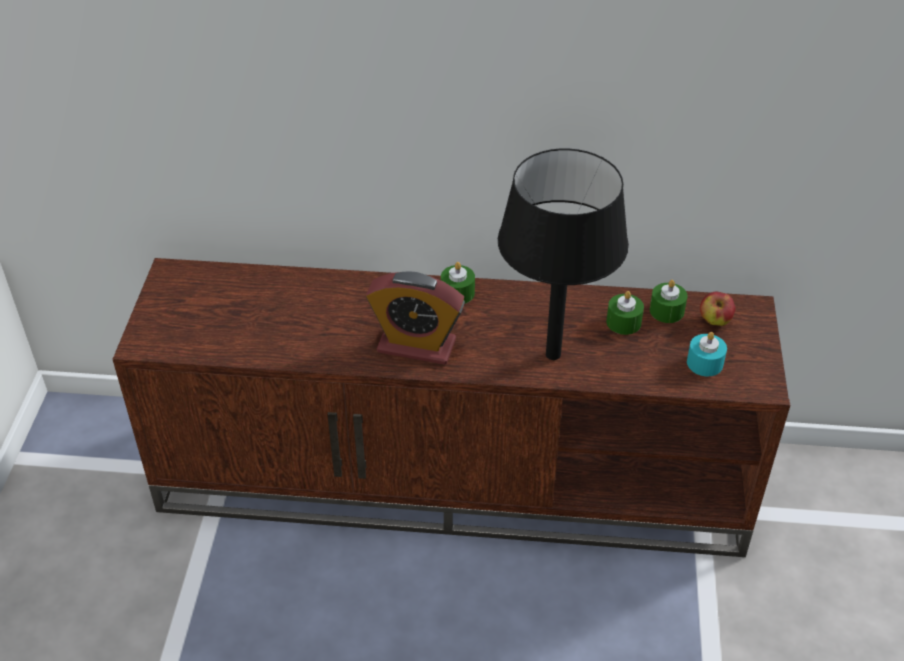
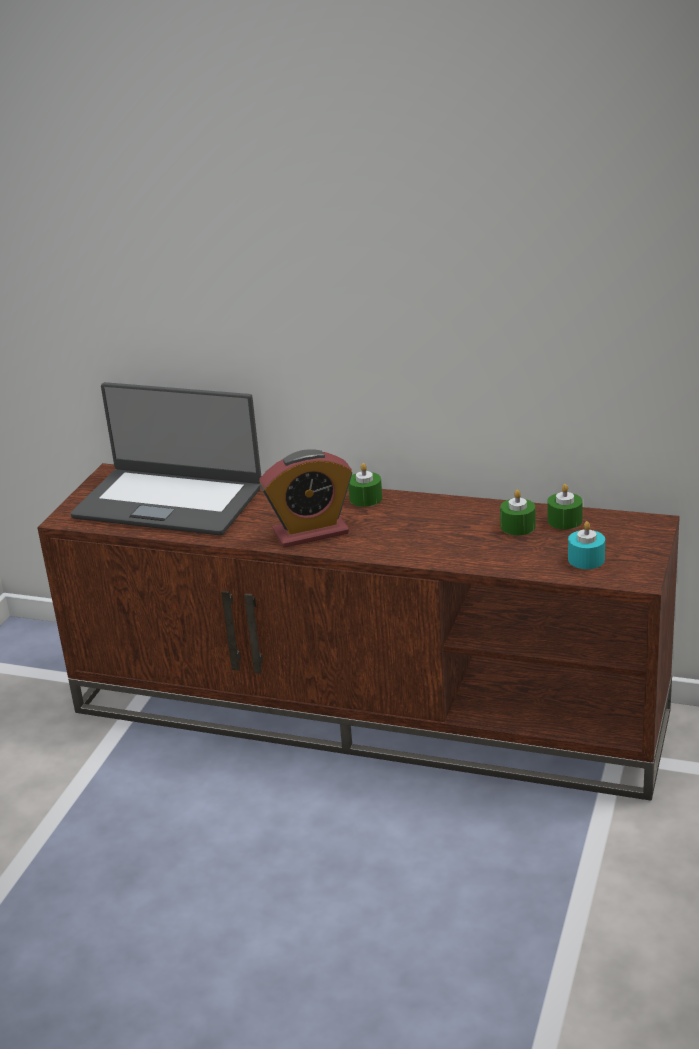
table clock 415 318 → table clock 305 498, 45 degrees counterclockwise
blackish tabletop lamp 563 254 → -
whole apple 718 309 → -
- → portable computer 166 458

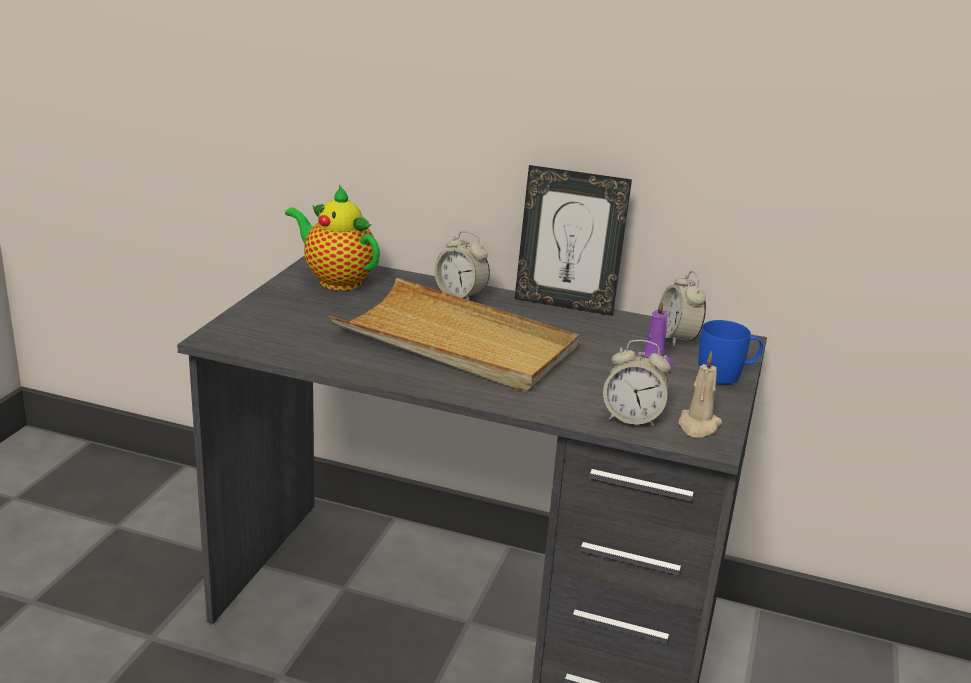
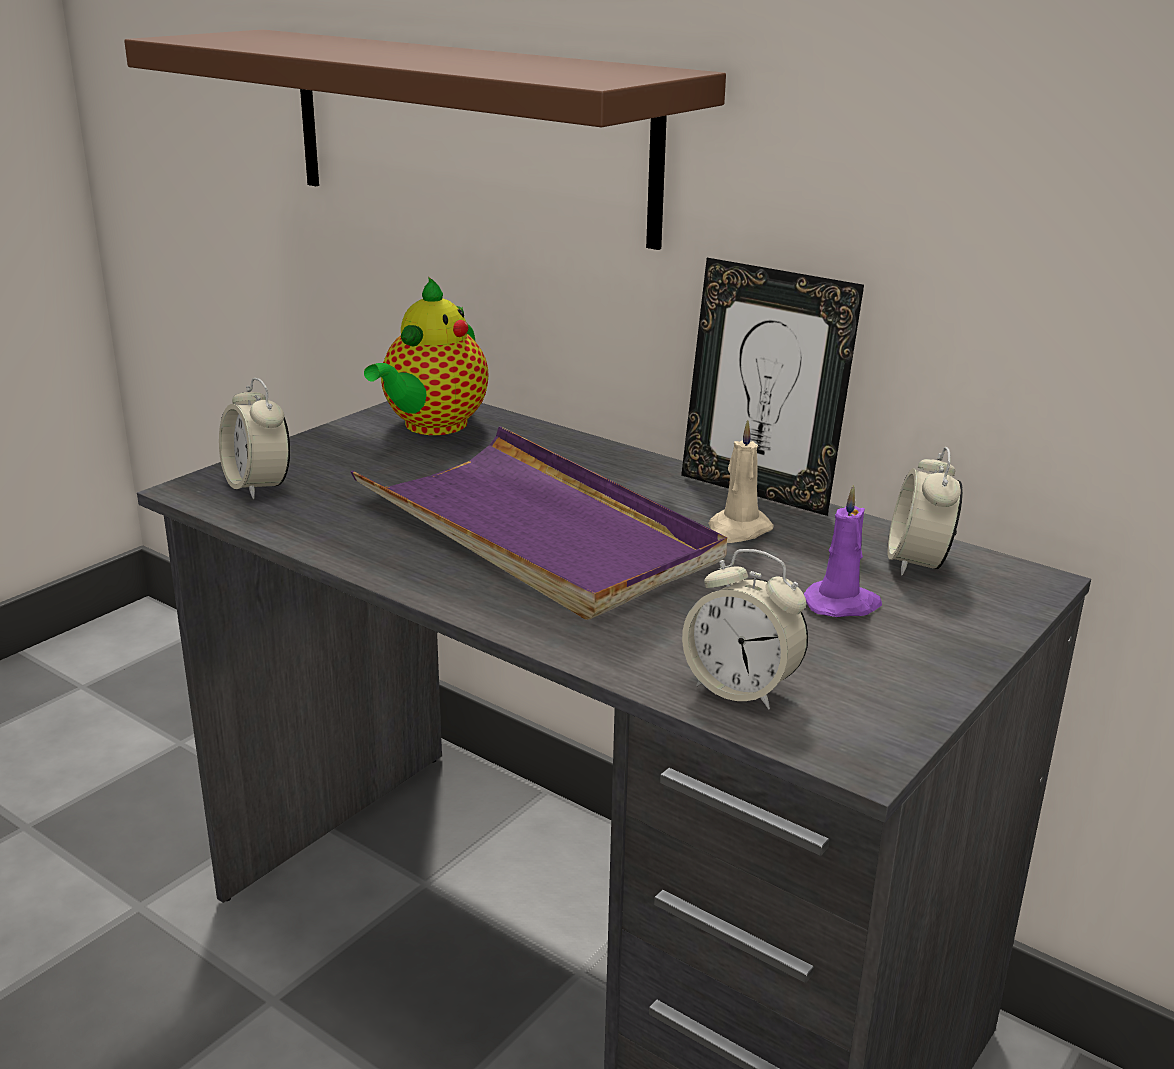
pot for tea 332 238 → pot for tea 426 356, 120 degrees counterclockwise
beige-coloured tray 453 334 → purplish tray 538 523
table clock 462 265 → table clock 254 438, move
beige-coloured wax light 700 394 → beige-coloured wax light 741 481, move
blue mug 730 352 → -
- → brown-coloured shelf 425 139

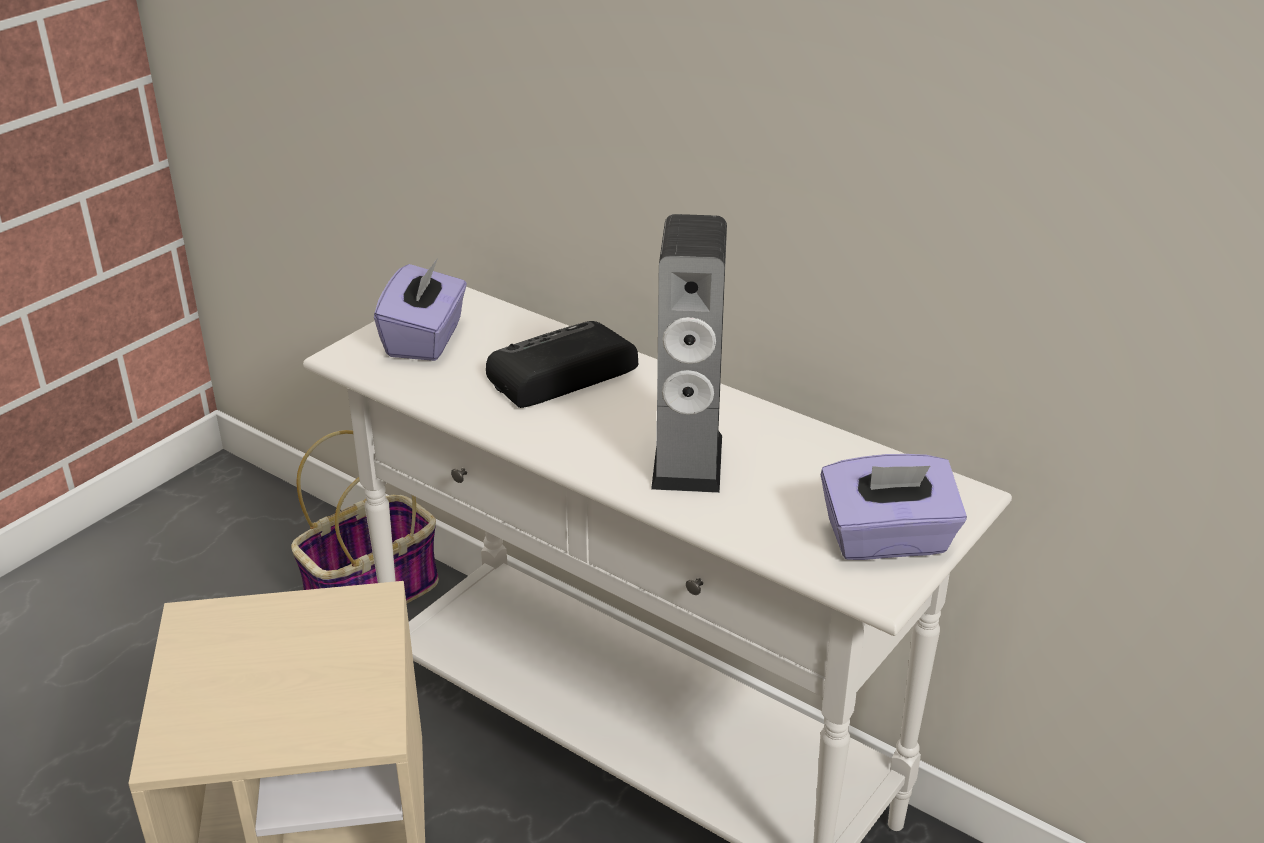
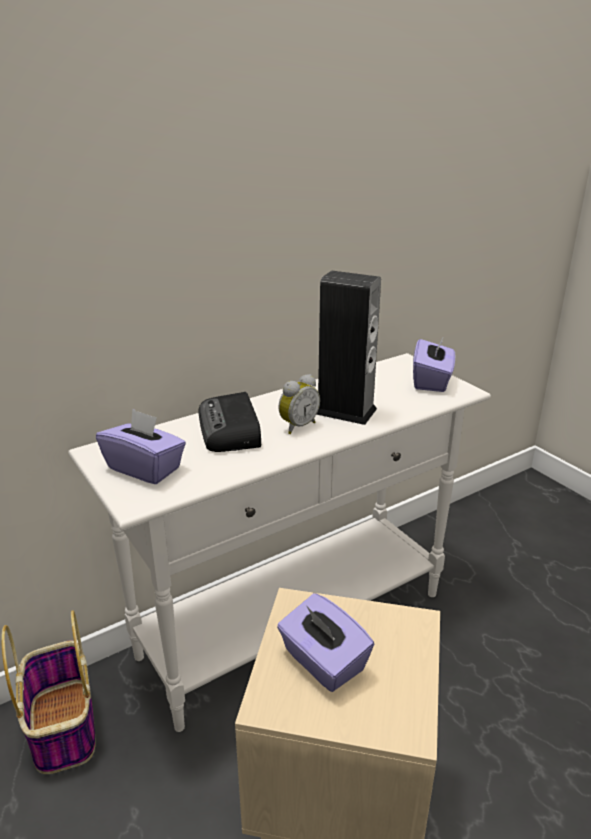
- → purplish tissue box 325 642
- → table clock 299 404

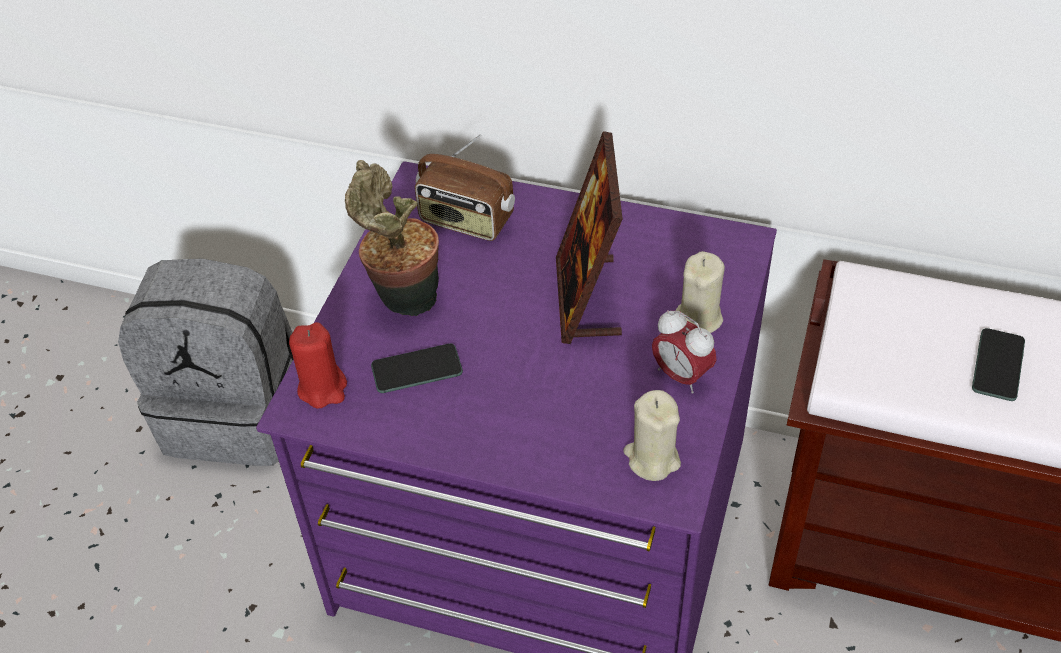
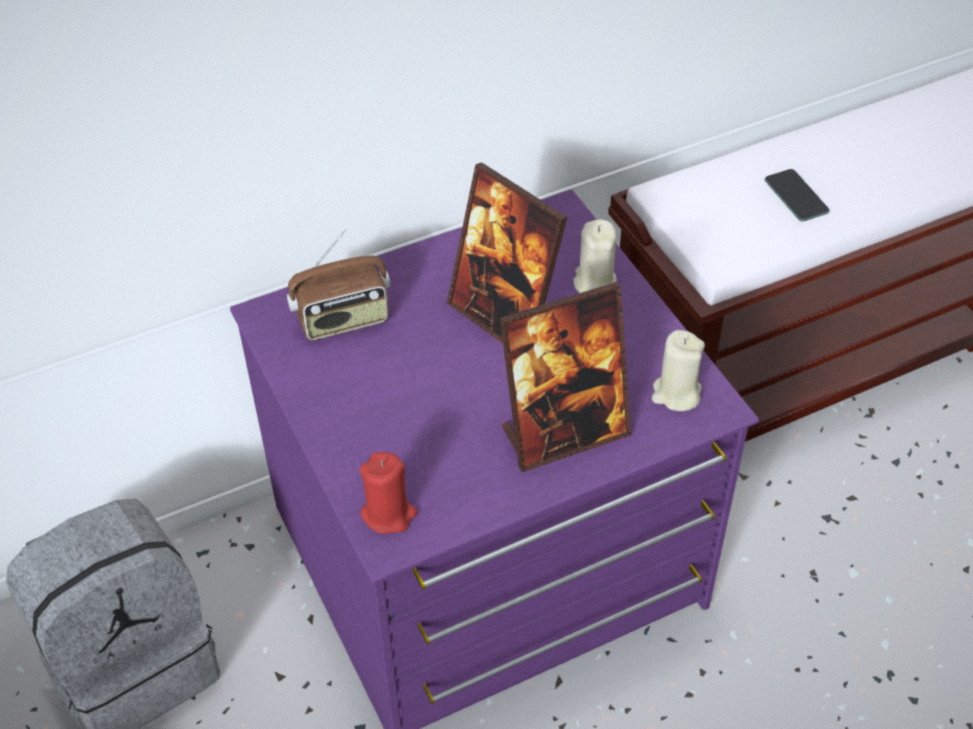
potted plant 392 238 → -
phone 417 368 → -
table clock 684 352 → -
- → picture frame 565 377

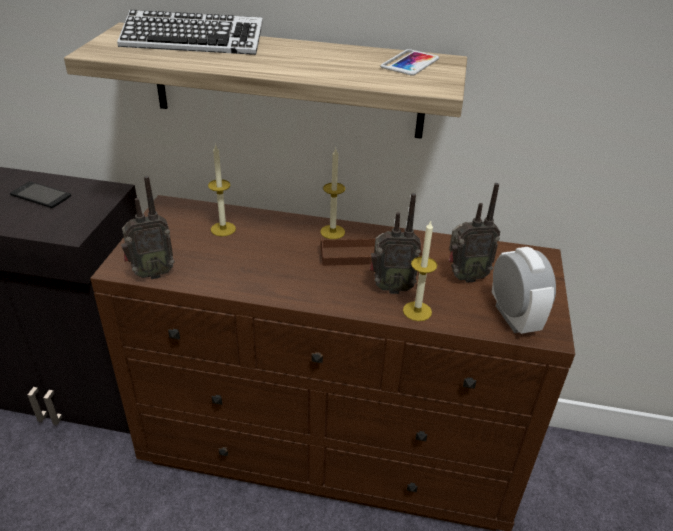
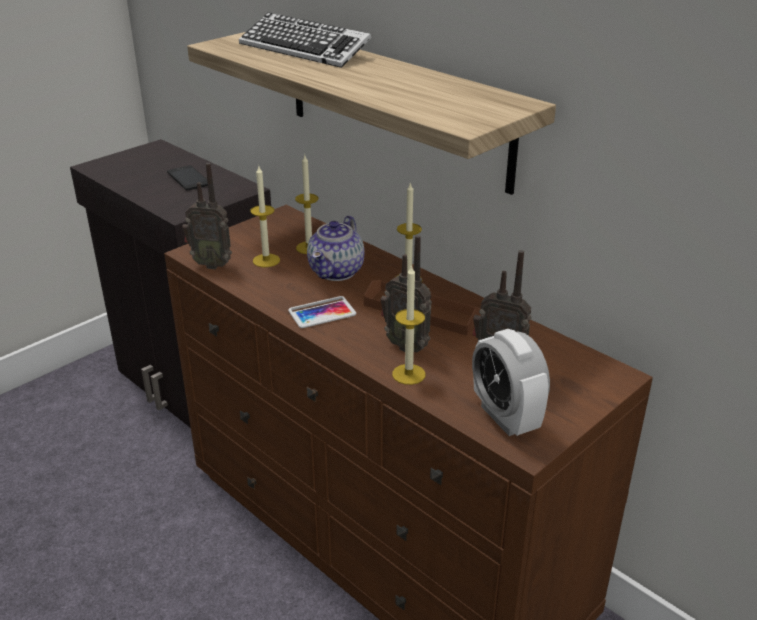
phone 409 62 → phone 322 312, move
table clock 524 290 → table clock 511 382, 135 degrees clockwise
- → wax light 265 216
- → pot for tea 335 248

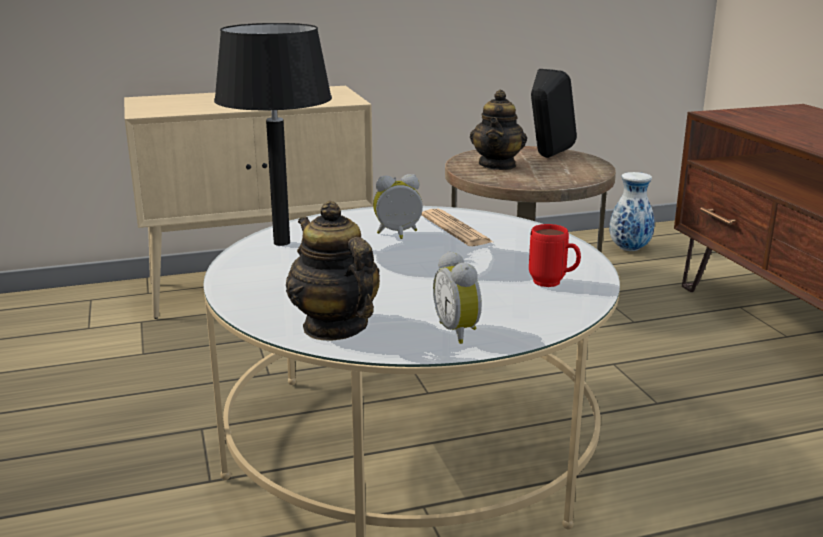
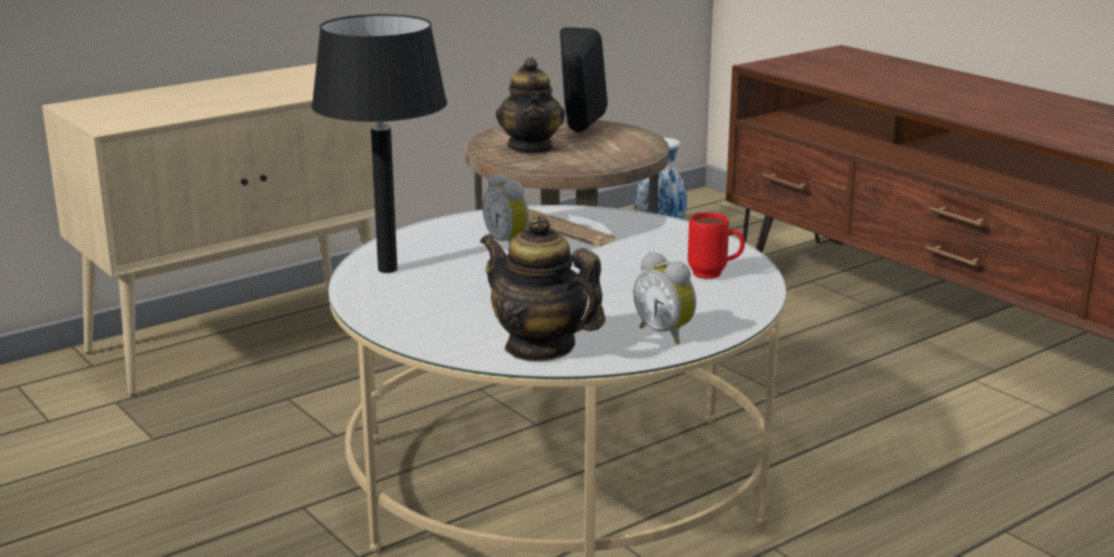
table clock 398 206 → table clock 505 209, 90 degrees counterclockwise

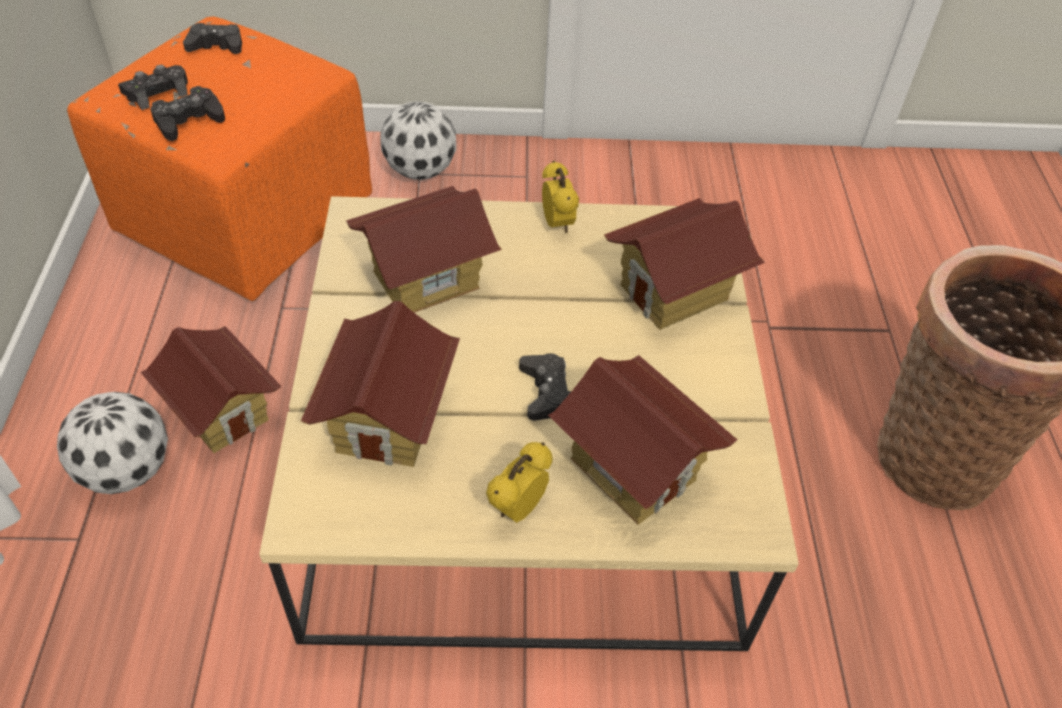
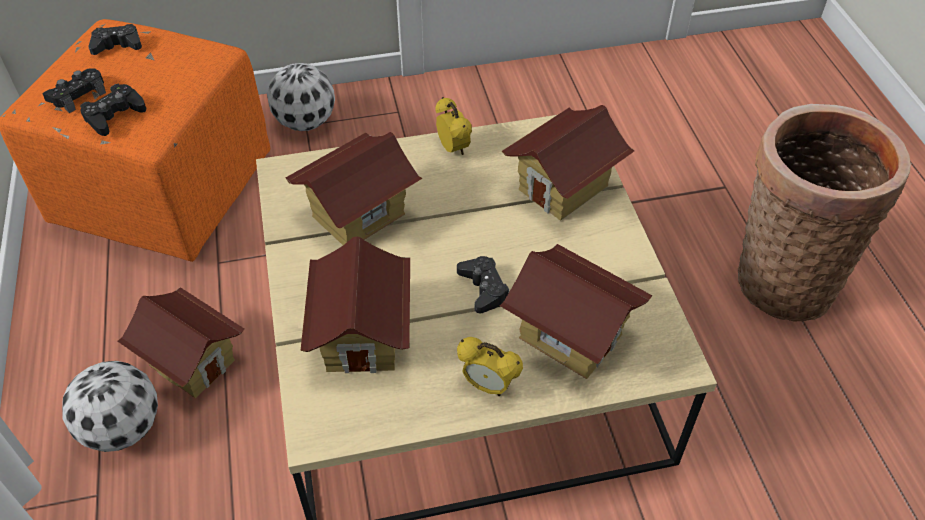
table clock 519 482 → table clock 490 366, 90 degrees counterclockwise

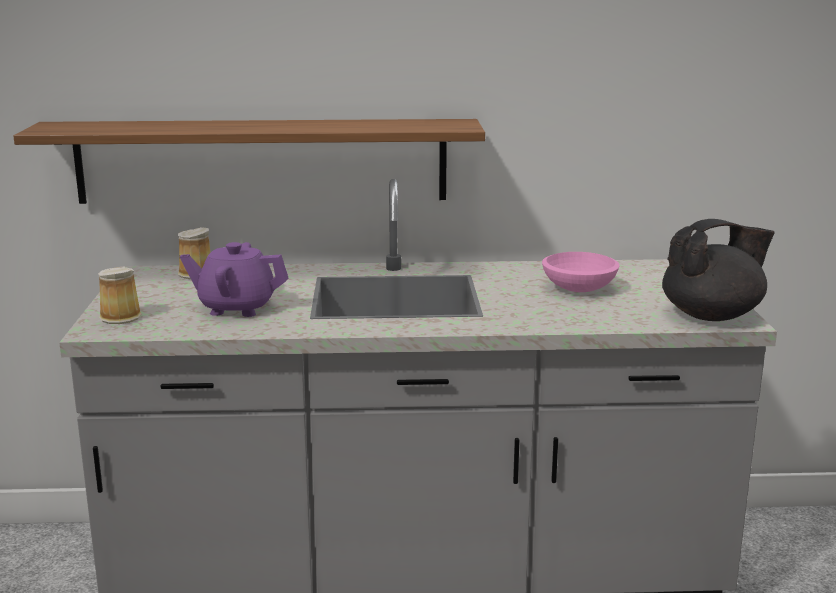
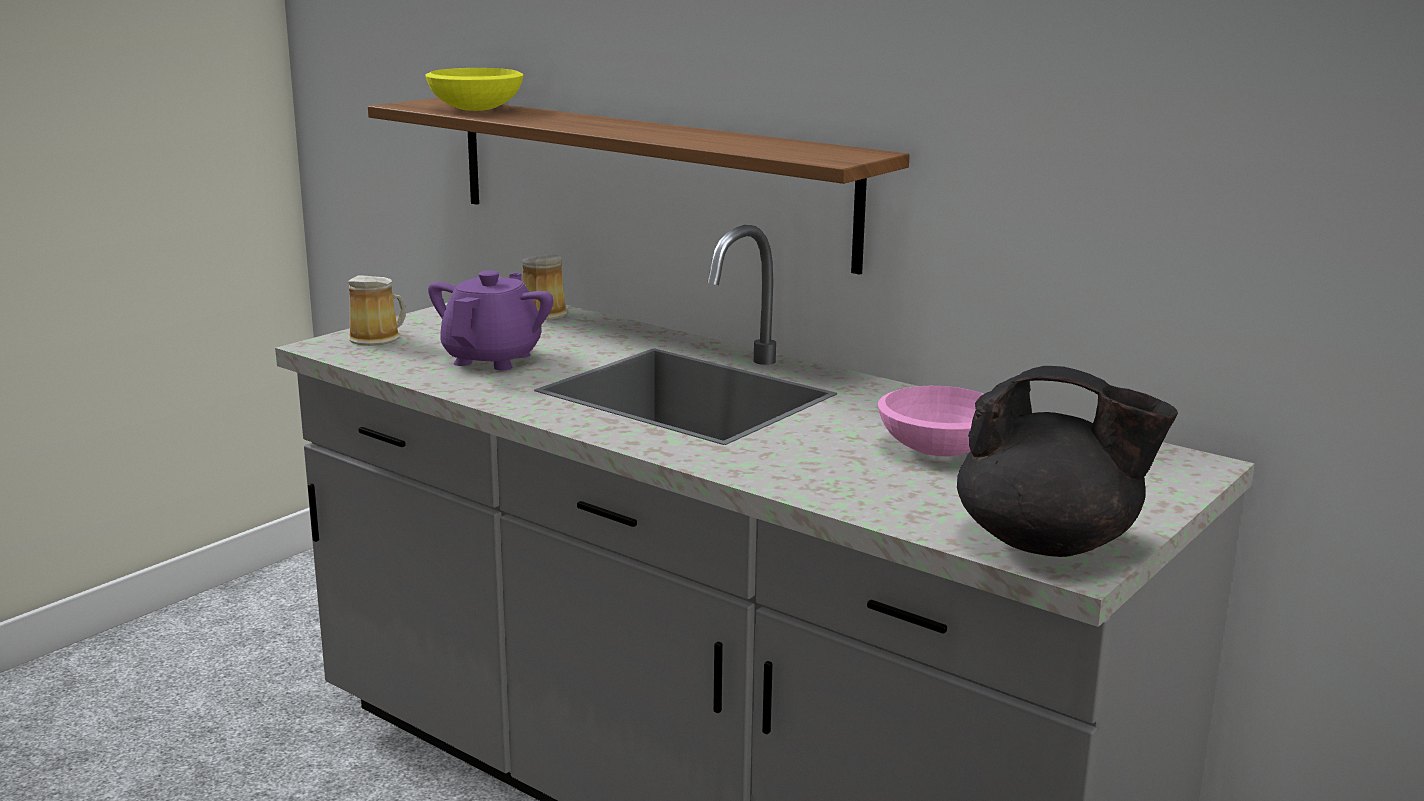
purplish pot for tea 234 279 → purplish pot for tea 491 320, 60 degrees clockwise
- → yellow serving bowl 474 89

